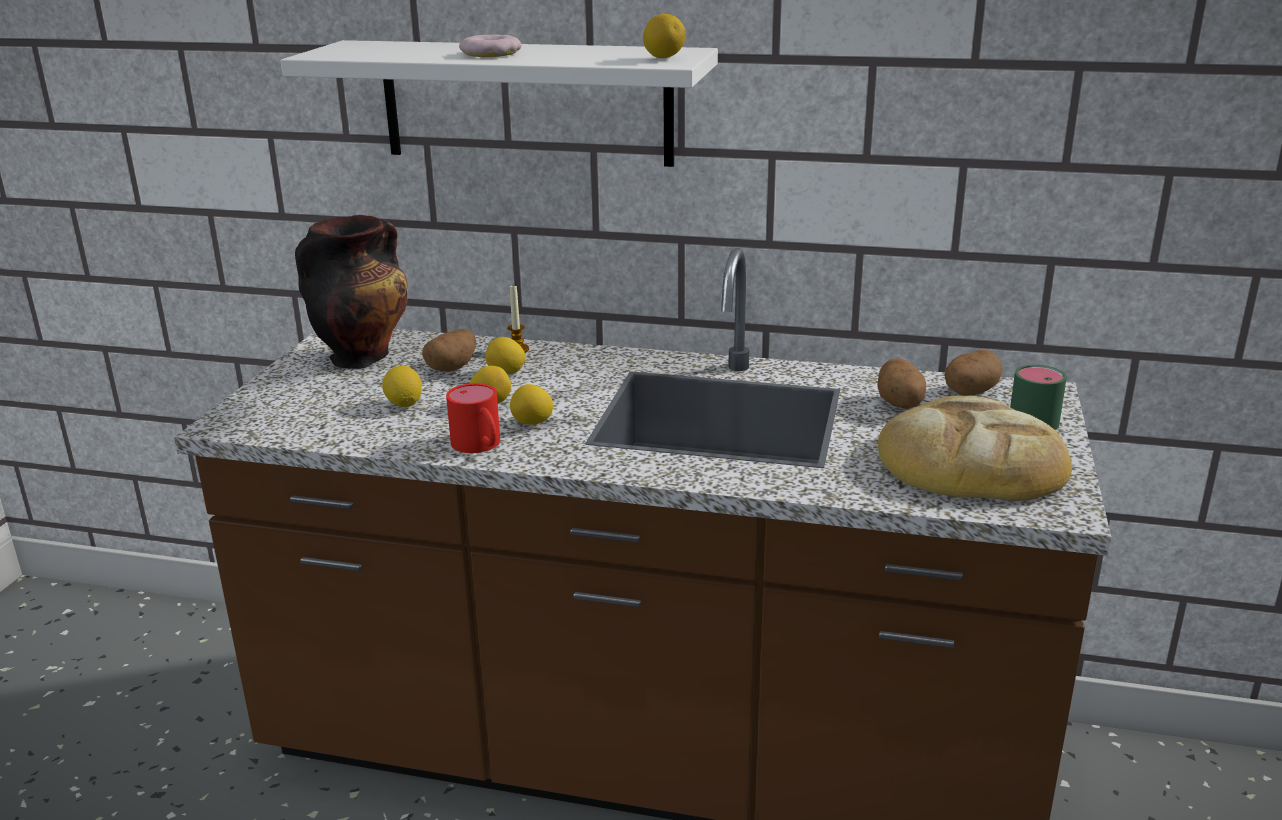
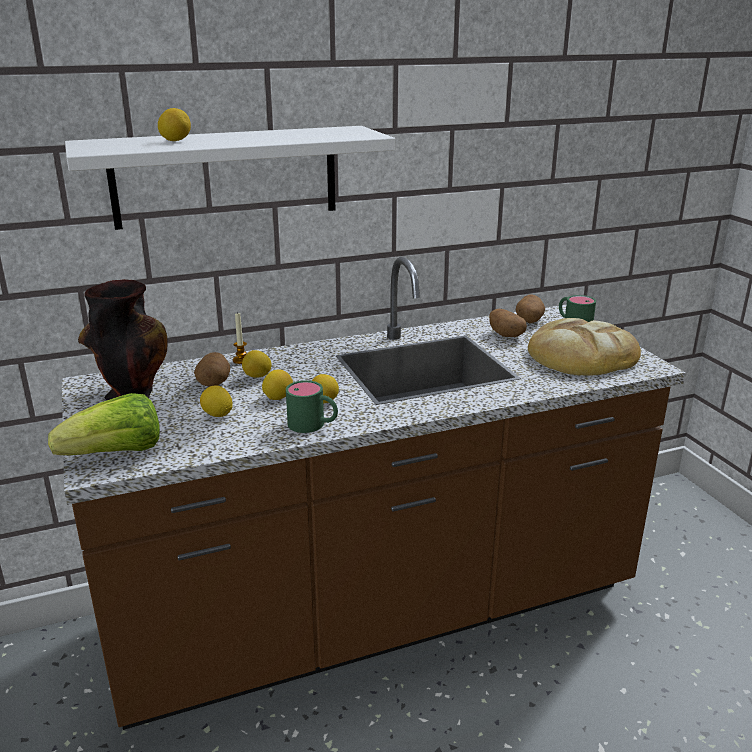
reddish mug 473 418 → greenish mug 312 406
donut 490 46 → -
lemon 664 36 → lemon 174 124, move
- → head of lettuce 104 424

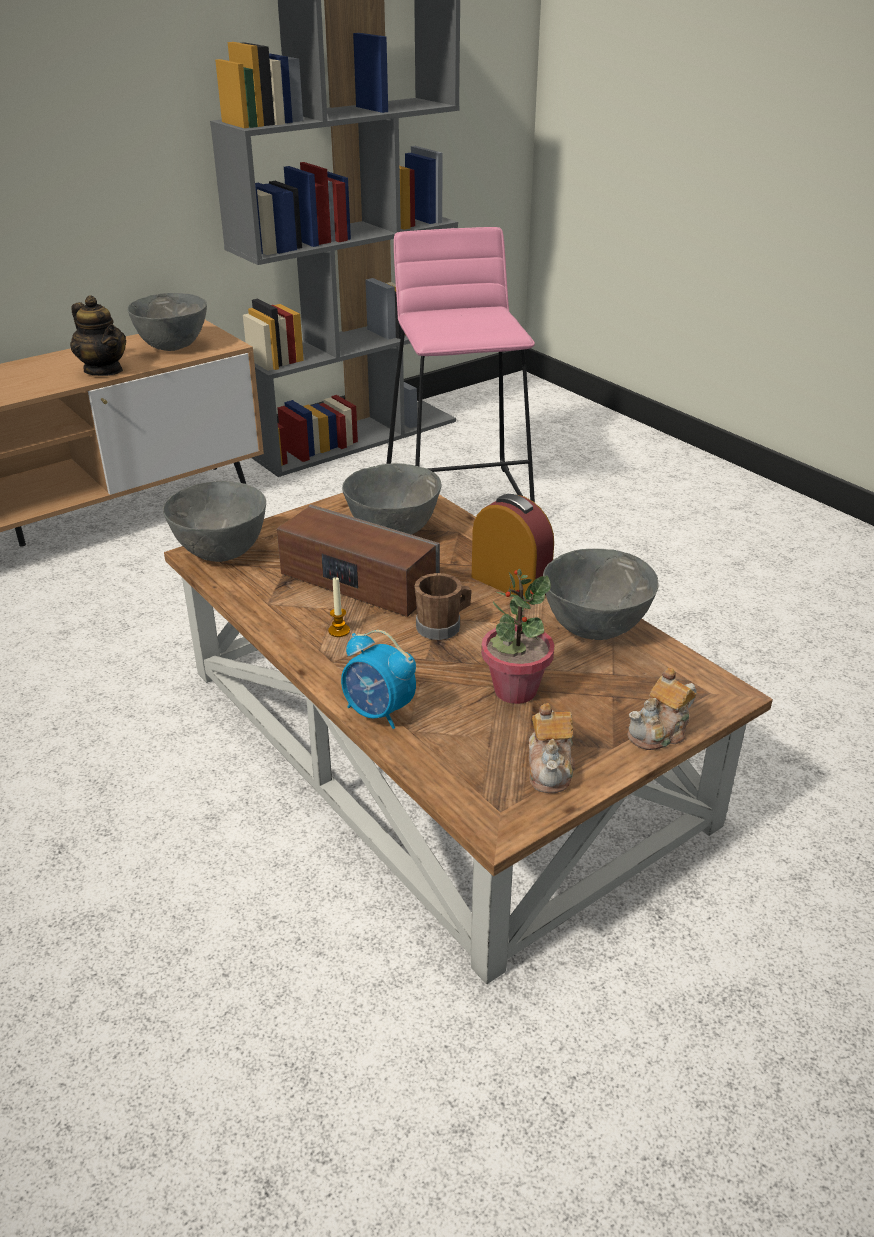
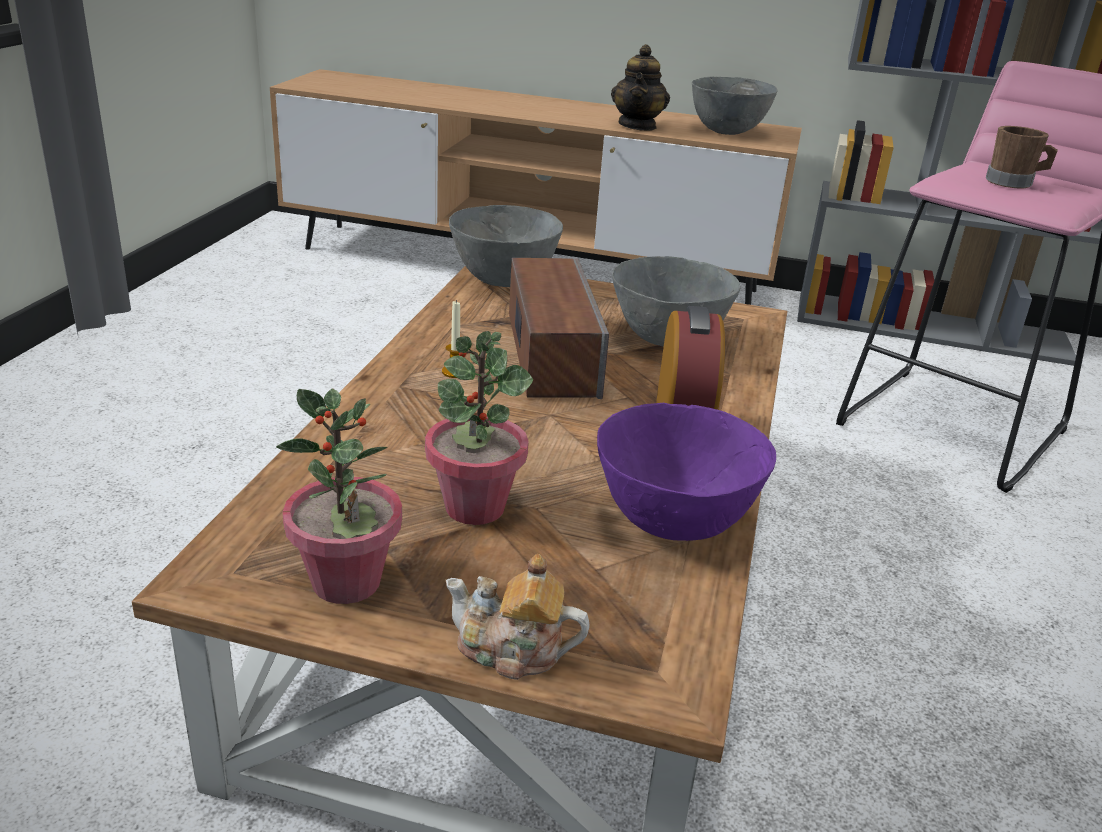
table clock 378 679 → -
brown-coloured mug 443 606 → brown-coloured mug 1022 157, move
pot for tea 552 748 → potted plant 339 496
grey serving bowl 600 594 → purplish serving bowl 686 472

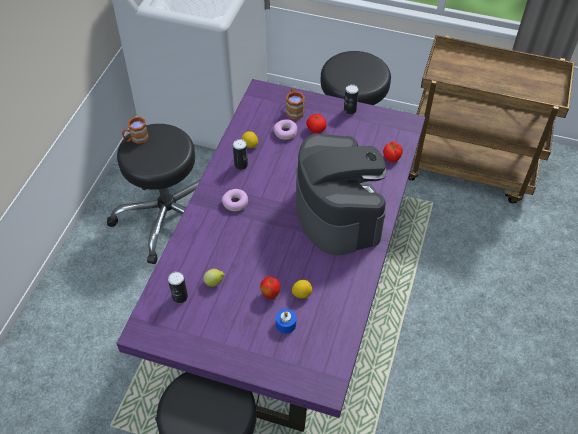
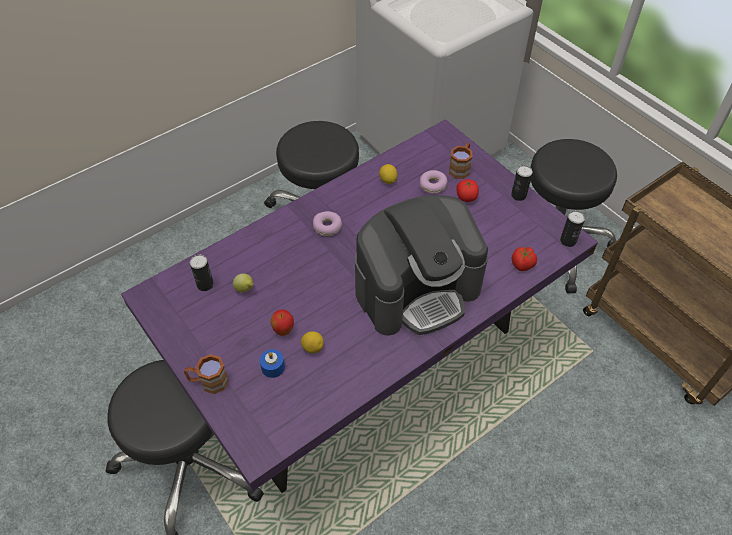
brown-coloured mug 135 130 → brown-coloured mug 206 374, move
sealed can 240 154 → sealed can 572 229, move
coffee brewer 341 194 → coffee brewer 421 265, 45 degrees clockwise

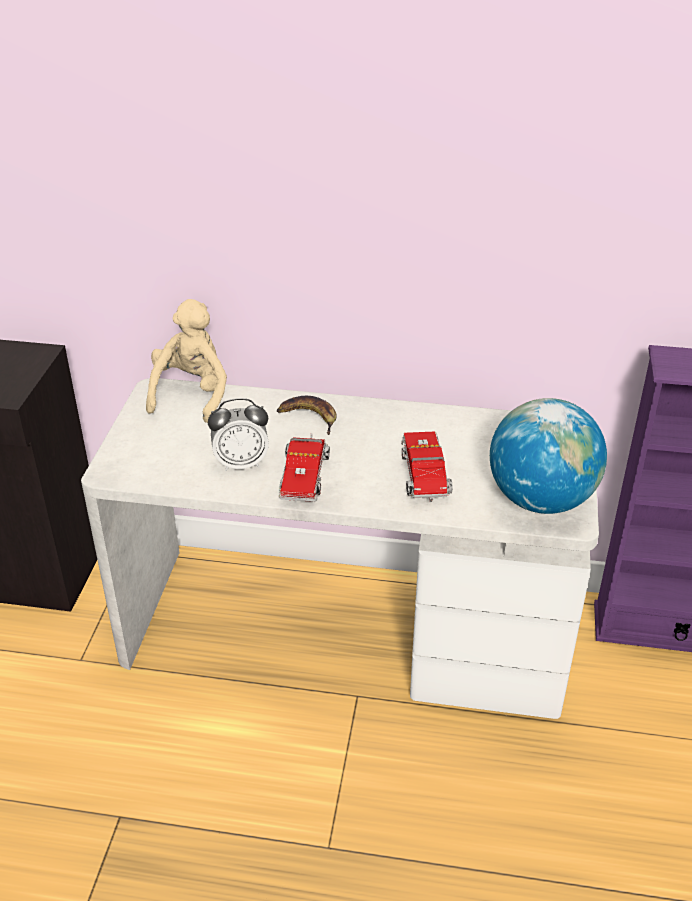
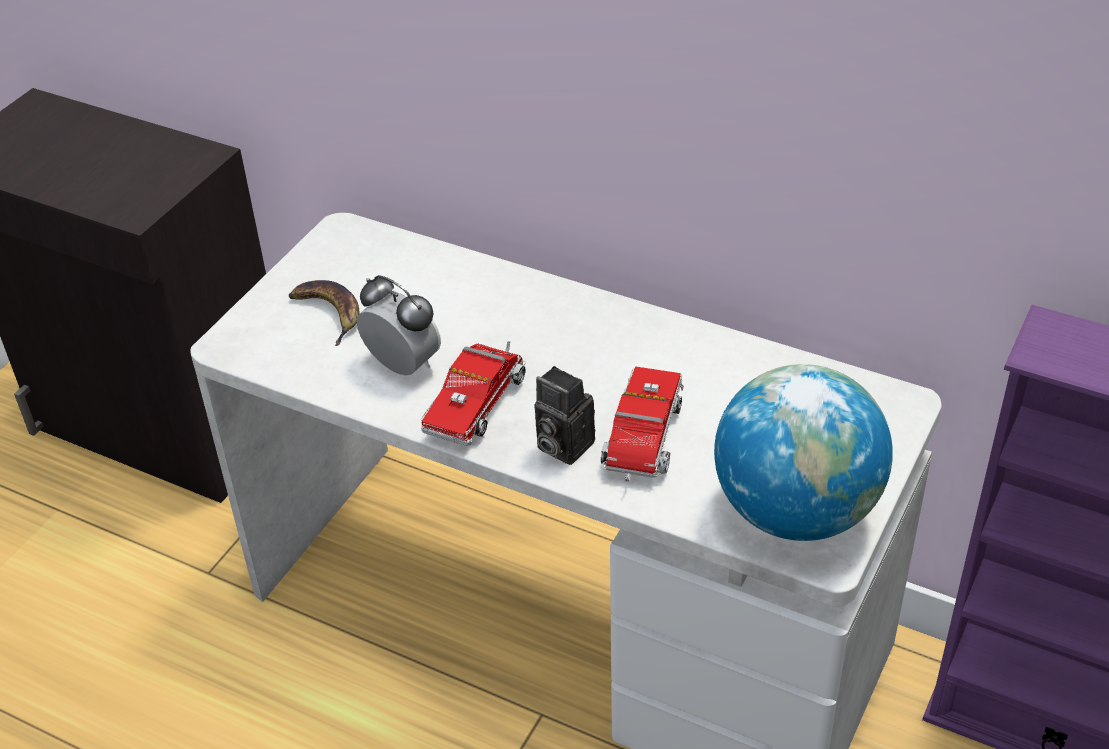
beige-coloured plush toy 186 361 → -
table clock 238 434 → table clock 399 325, 150 degrees counterclockwise
whole banana 306 415 → whole banana 324 313, move
- → still camera 565 415

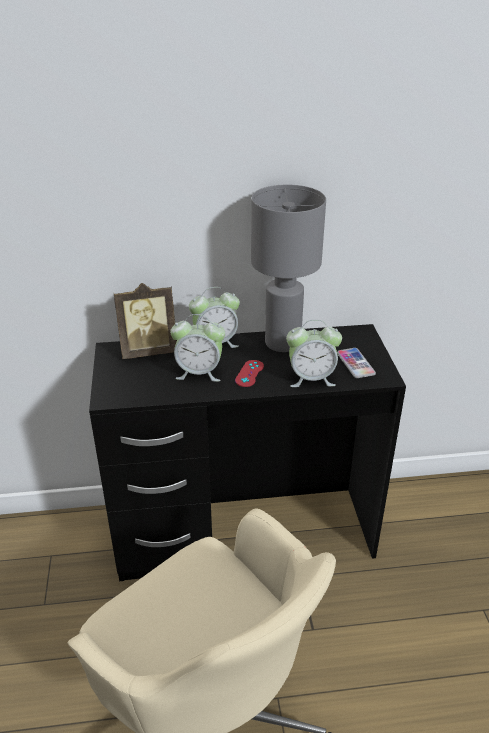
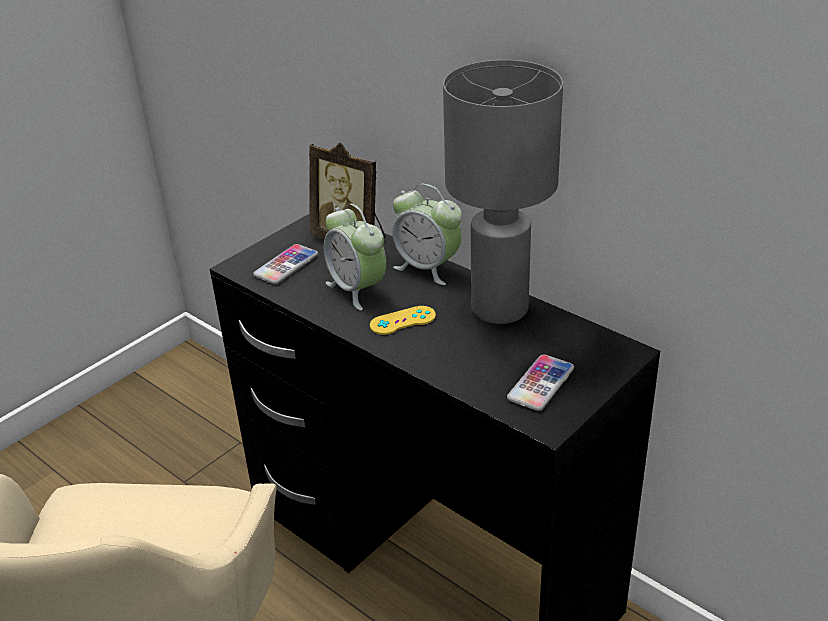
reddish joypad 249 373 → yellow joypad 403 320
table clock 314 353 → -
- → phone 285 264

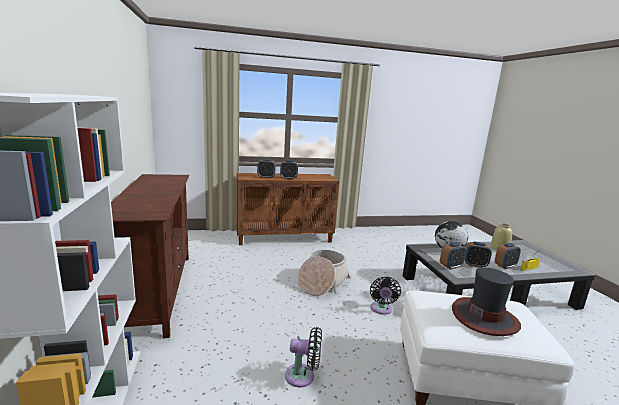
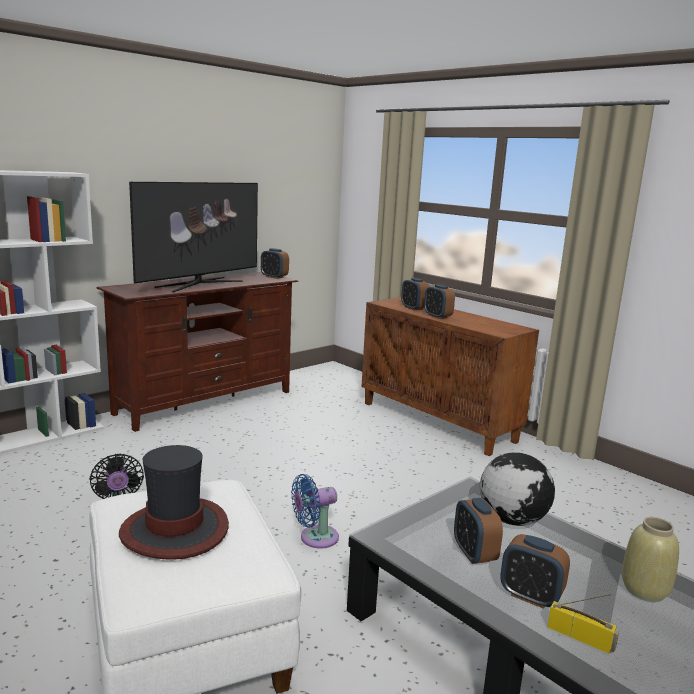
basket 324 273 → -
blackish electric fan 385 296 → blue electric fan 315 511
table clock 453 256 → table clock 275 263, move
- → TV set 193 237

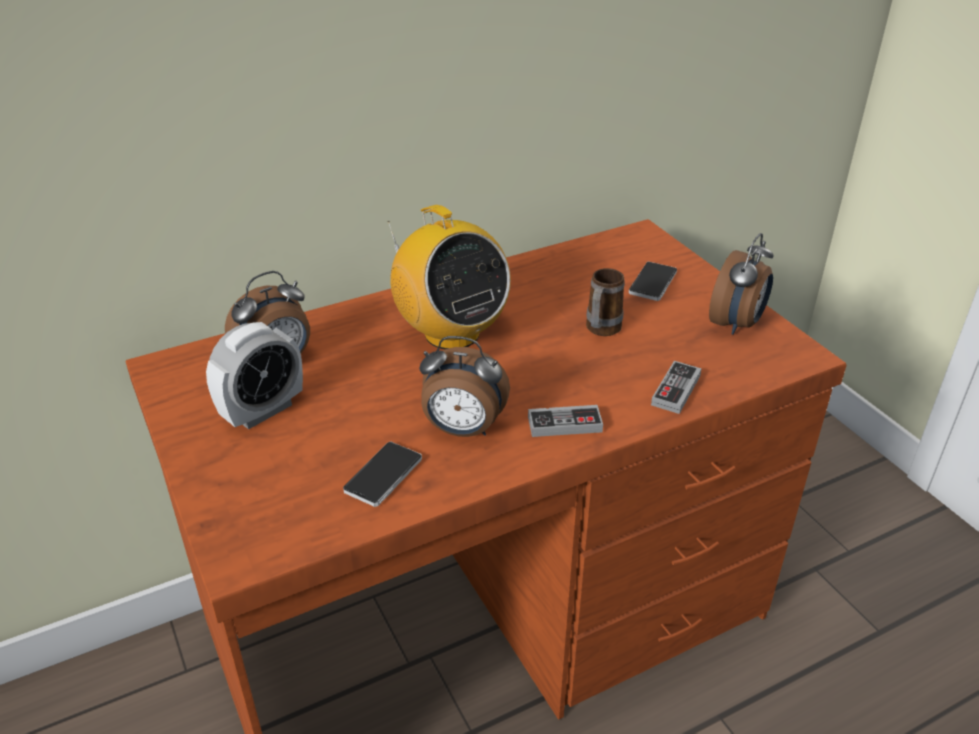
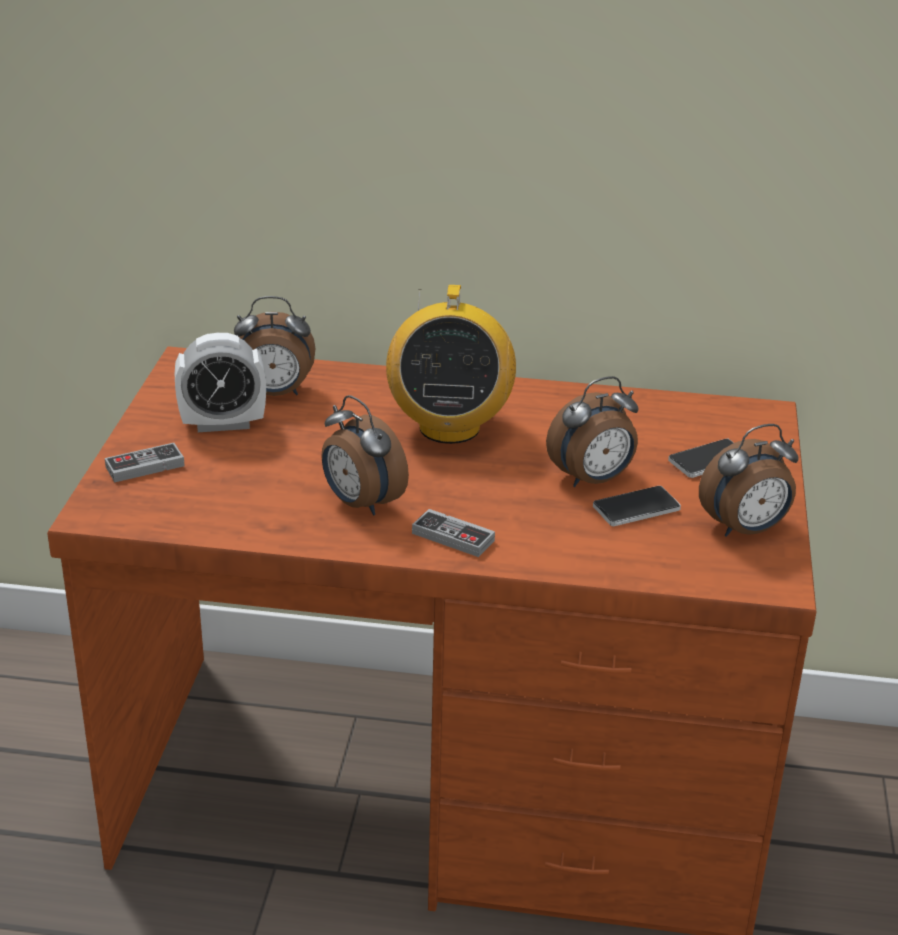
phone 382 474 → phone 637 506, move
mug 605 302 → table clock 592 431
joypad 676 387 → joypad 145 462, move

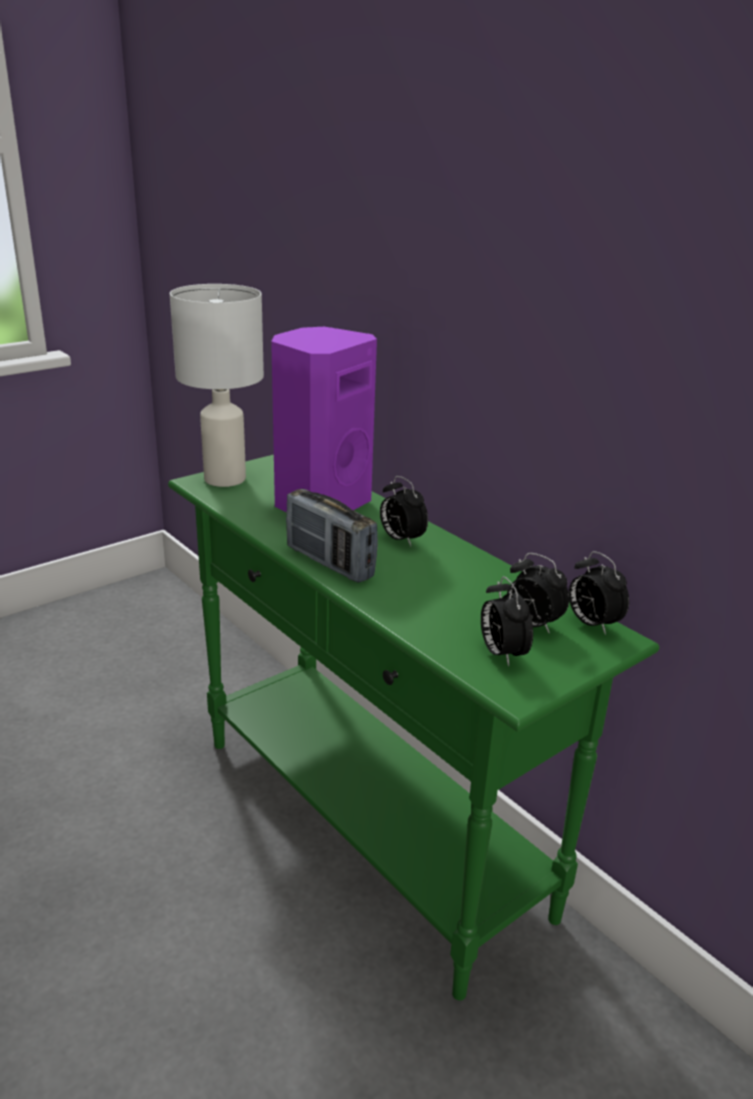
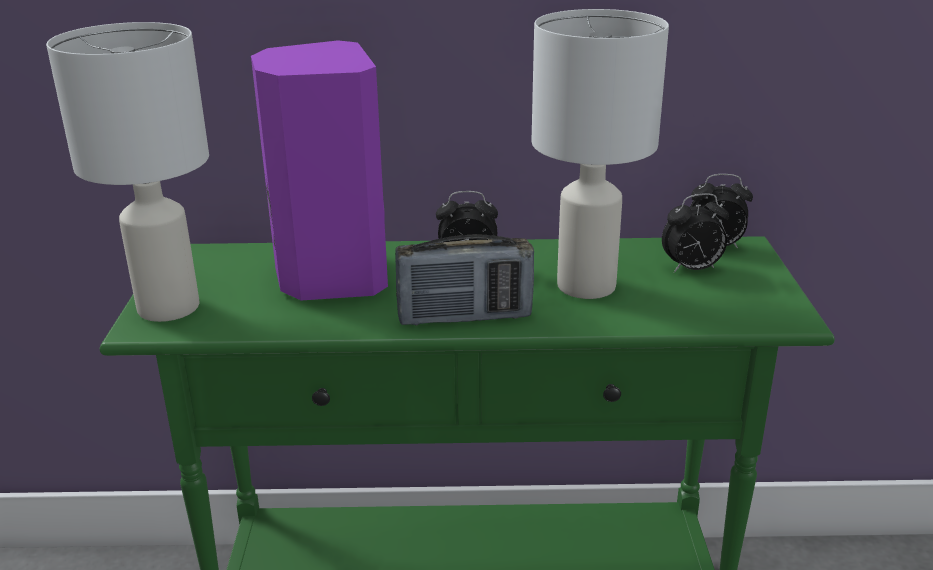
table clock 507 621 → -
- → whitish tabletop lamp 600 154

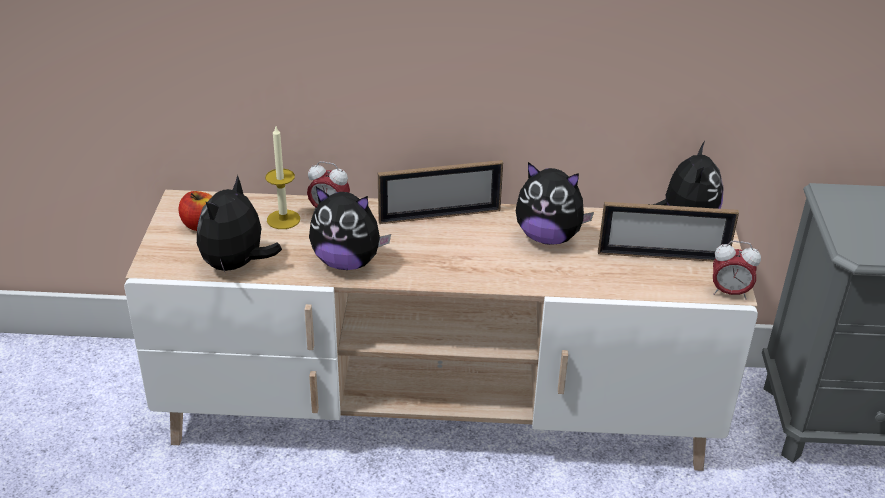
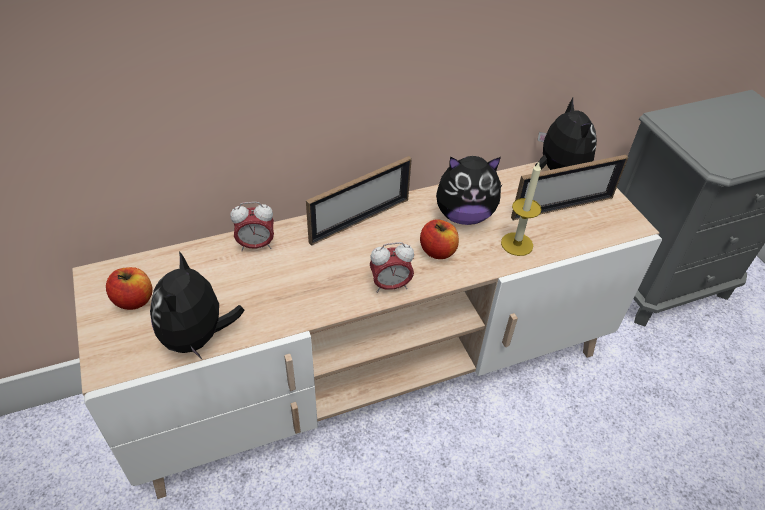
wax light 282 177 → wax light 521 209, move
plush toy 350 228 → -
table clock 737 270 → table clock 392 267, move
- → whole apple 439 239

